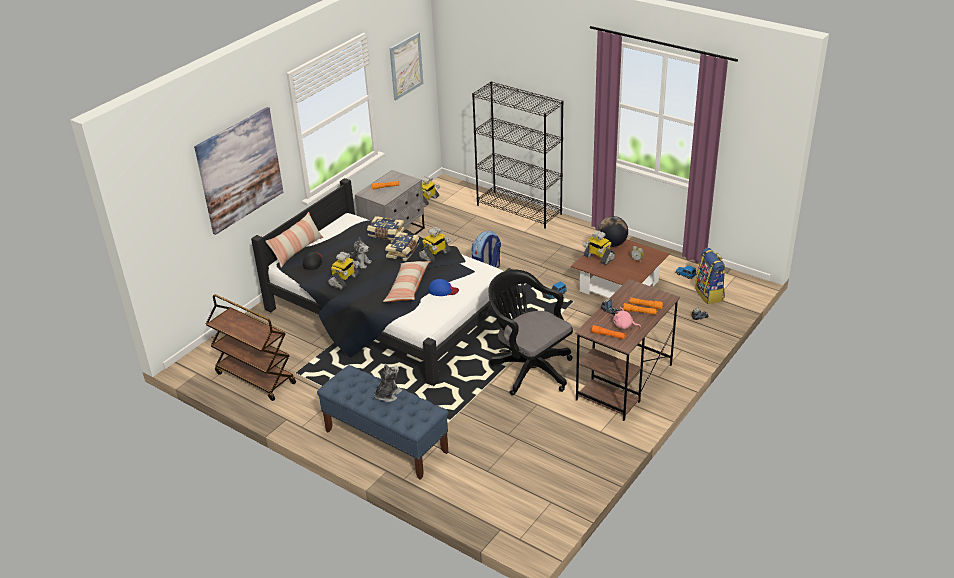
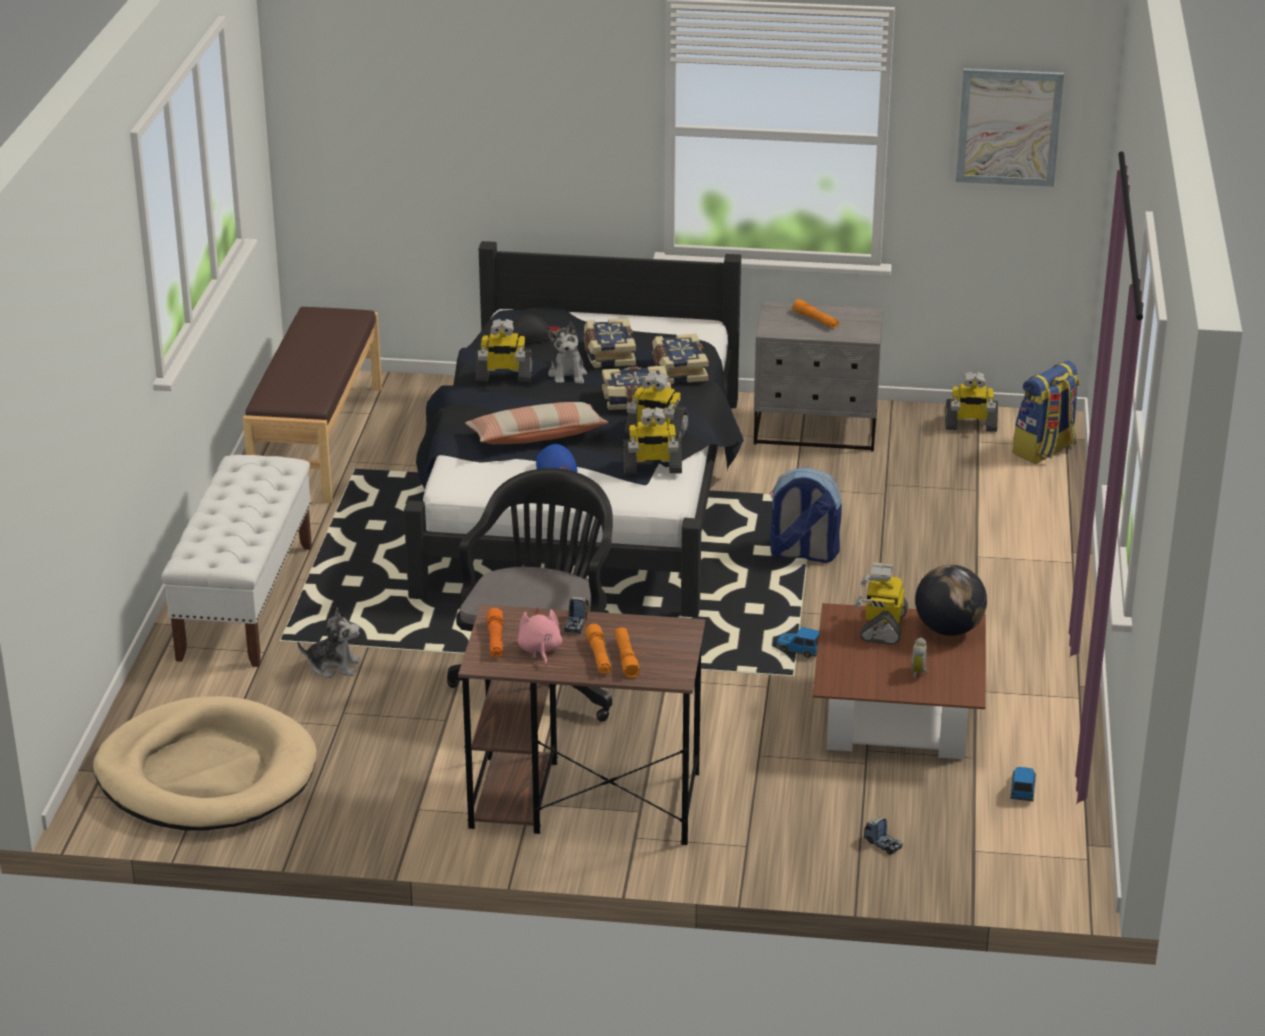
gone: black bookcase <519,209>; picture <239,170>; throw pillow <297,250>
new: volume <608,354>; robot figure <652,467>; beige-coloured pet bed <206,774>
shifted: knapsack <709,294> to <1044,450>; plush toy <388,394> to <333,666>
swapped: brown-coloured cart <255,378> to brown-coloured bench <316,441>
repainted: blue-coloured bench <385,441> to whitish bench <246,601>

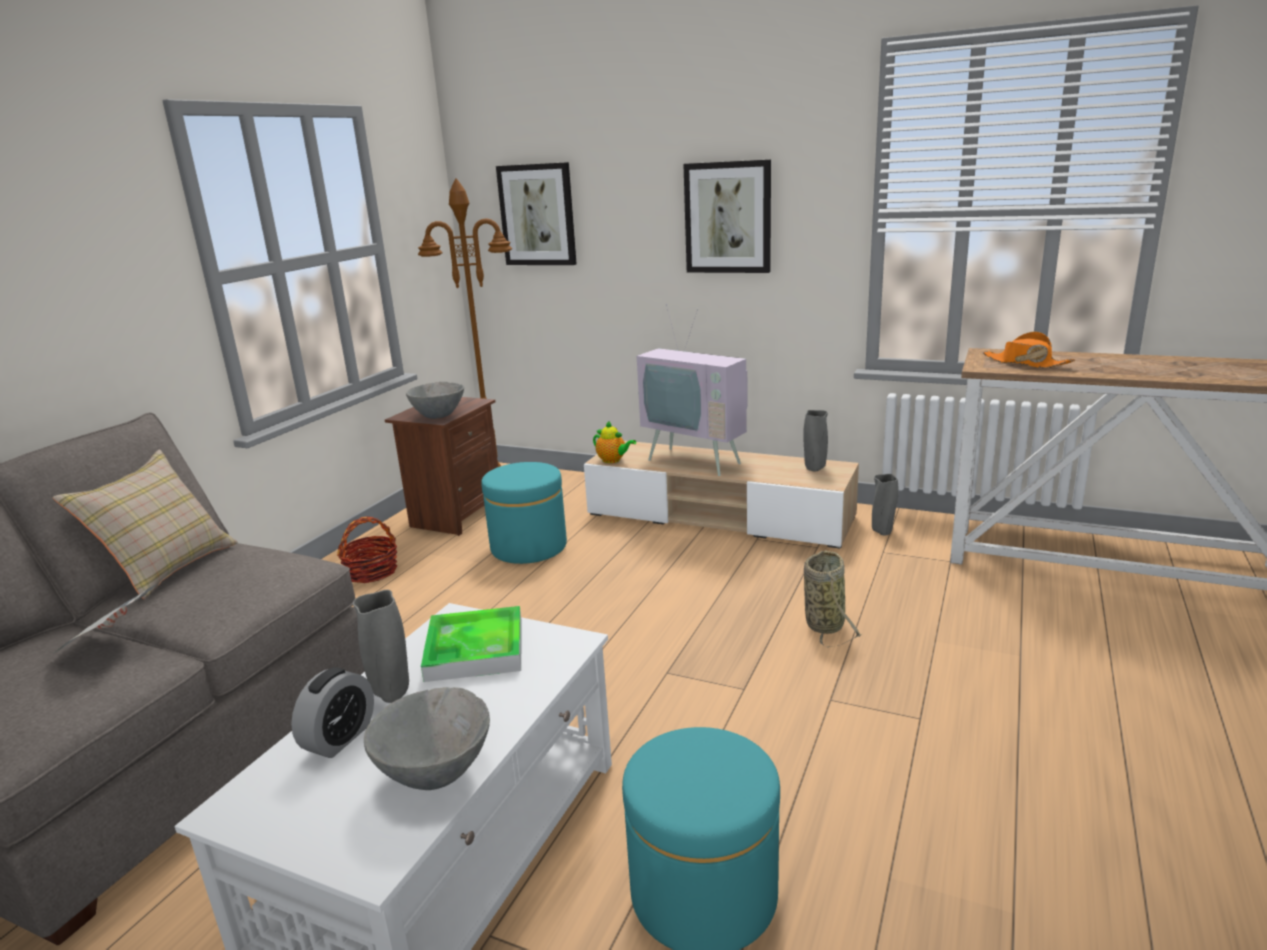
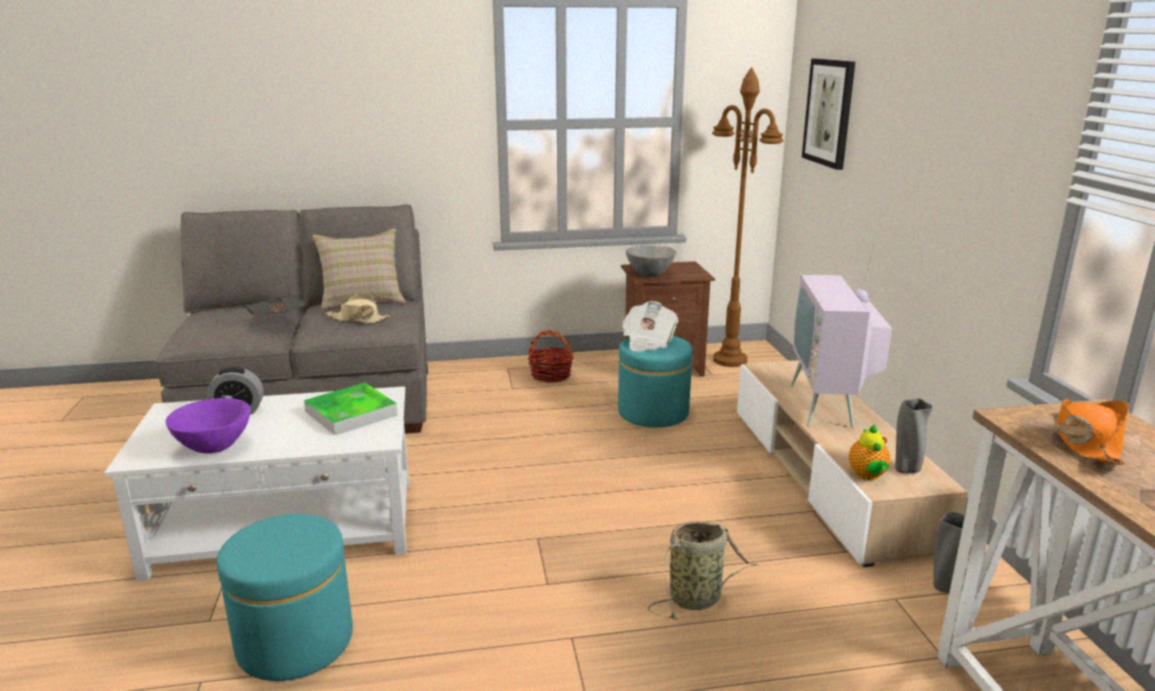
gone: picture <728,217>; grey vase <392,693>
new: beige-coloured hat <360,319>; printed paper <647,342>
shifted: teapot <613,460> to <868,475>
repainted: grey bowl <436,774> to purple bowl <214,448>

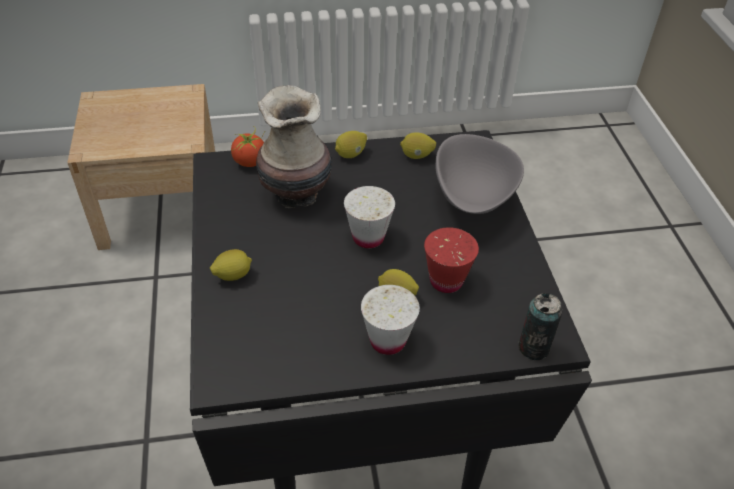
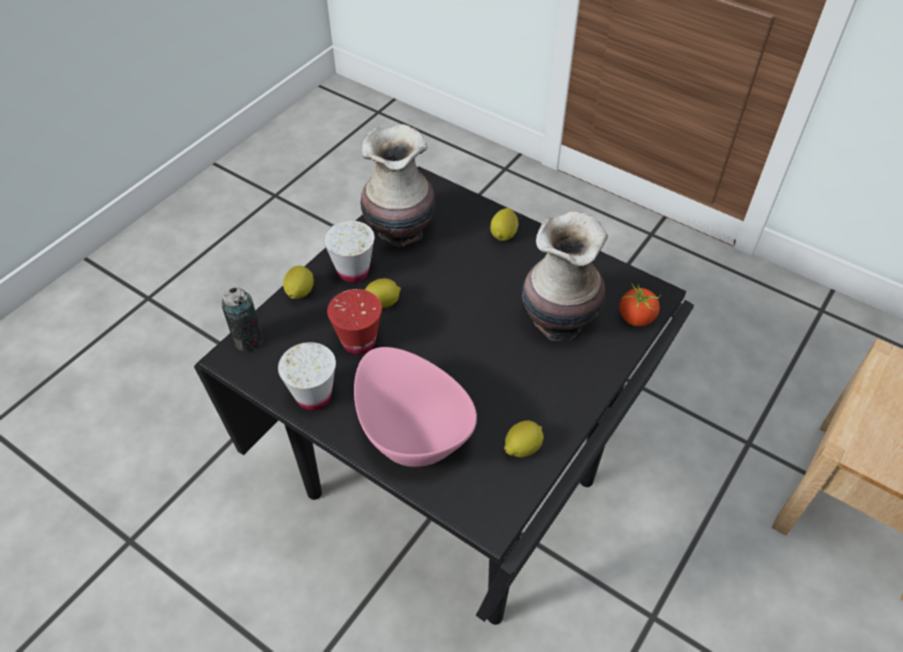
new: vase <400,231>
shifted: whole lemon <351,154> to <299,292>; whitish small cup <368,237> to <314,396>
repainted: grey bowl <471,204> to pink bowl <412,431>

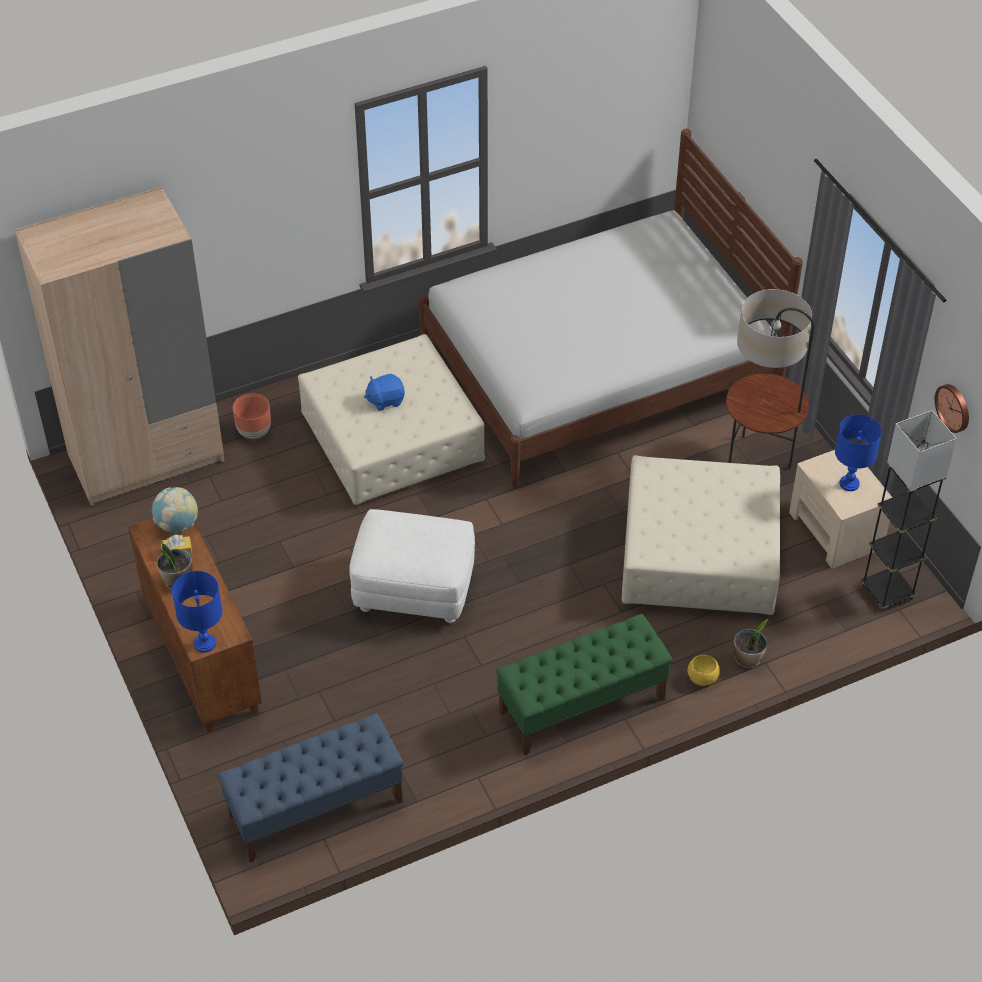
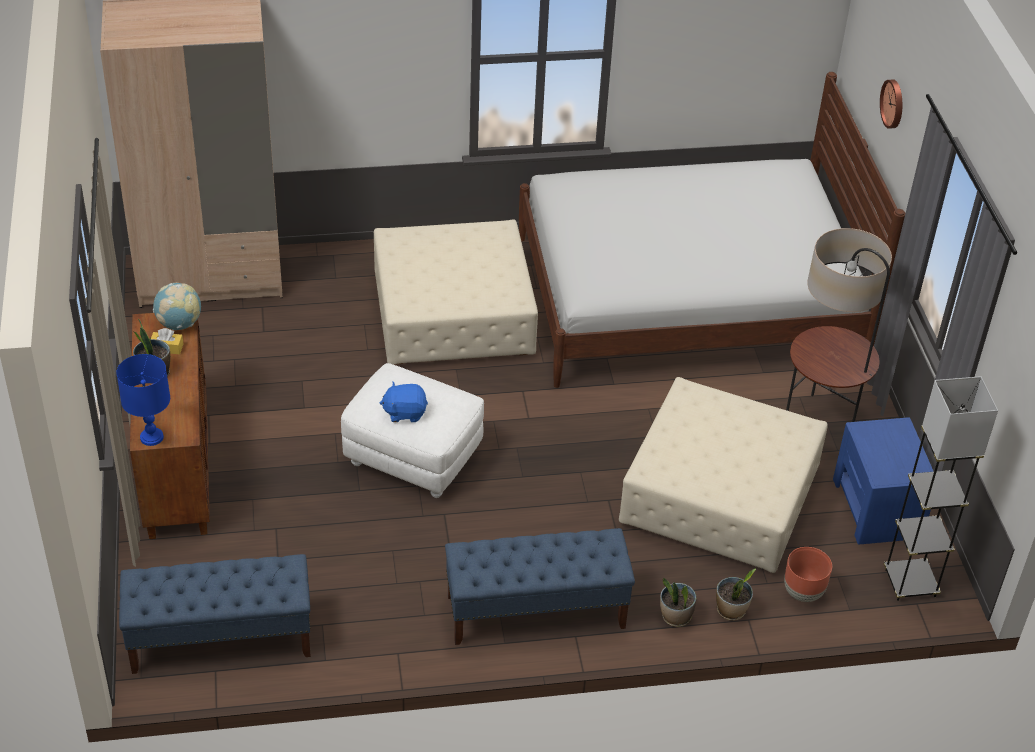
gone: blue-coloured lamp for a table <849,484>
shifted: blue-coloured plush toy <385,400> to <405,412>; hanging clock <954,407> to <893,103>; brown-coloured flower pot <254,432> to <803,592>
swapped: yellowish bowl <703,677> to plant in a pot <675,617>
repainted: beige-coloured night table <836,530> to blue-coloured night table <877,508>; greenish bench <581,706> to blue-coloured bench <535,612>

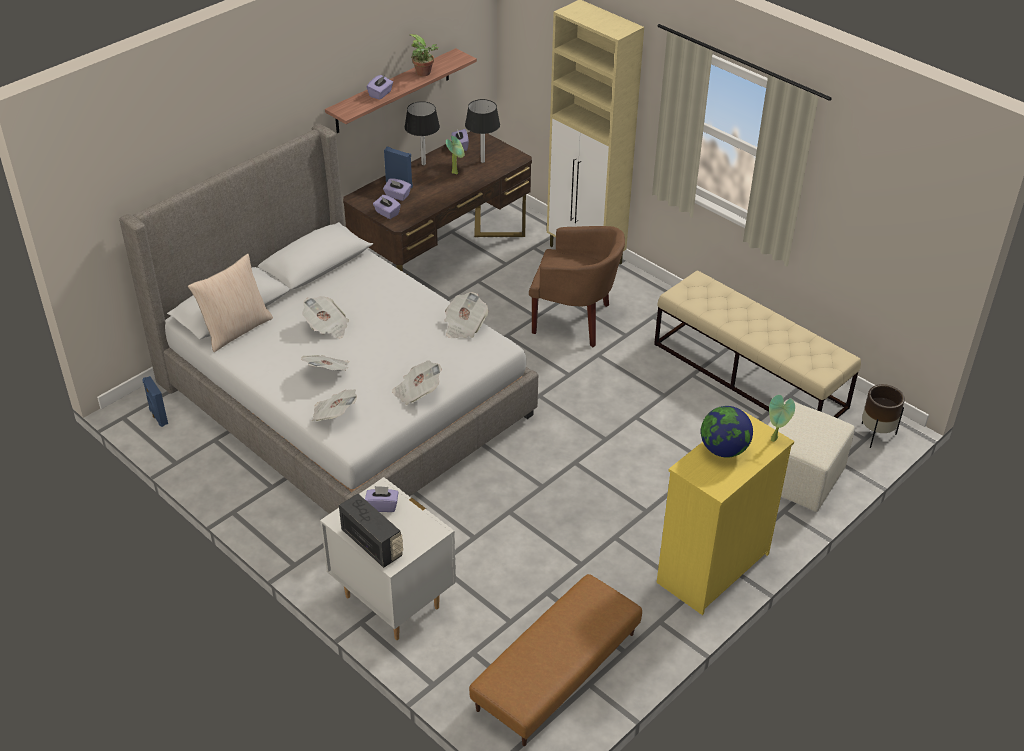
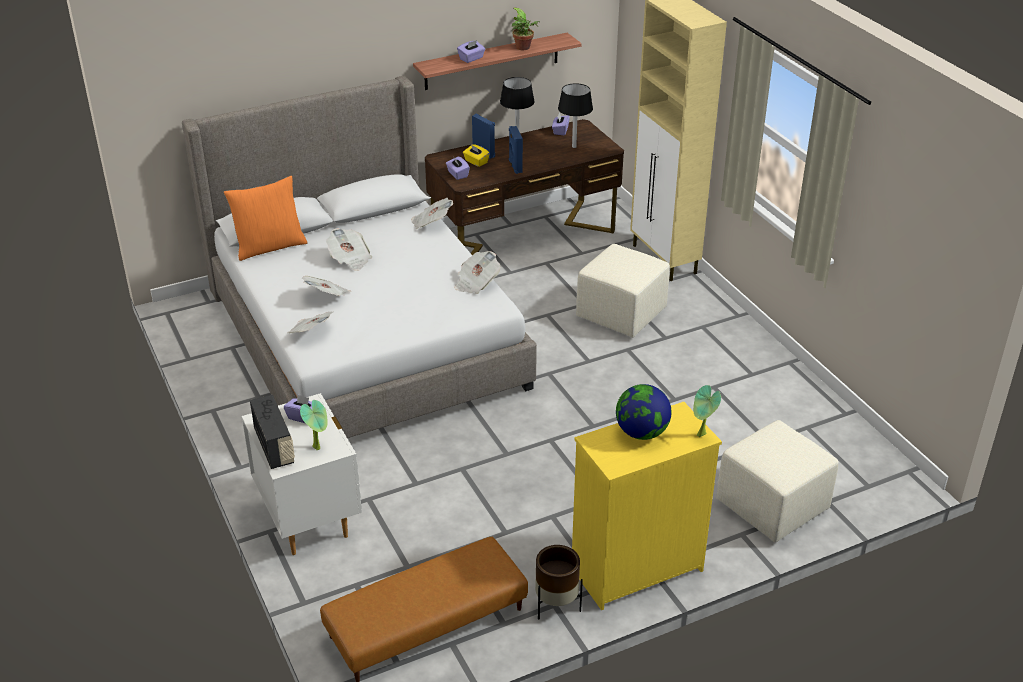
gone: beige-coloured bench <749,375>
shifted: plant in a pot <456,172> to <318,447>; printed paper <417,392> to <431,223>; blue-coloured loudspeaker <158,417> to <515,166>; brown-coloured flower pot <876,435> to <556,606>
swapped: brown-coloured lounge chair <575,321> to beige-coloured footrest <621,315>
repainted: purple tissue holder <397,196> to yellowish tissue holder <476,162>; beige-coloured throw pillow <236,329> to orange-coloured throw pillow <270,246>

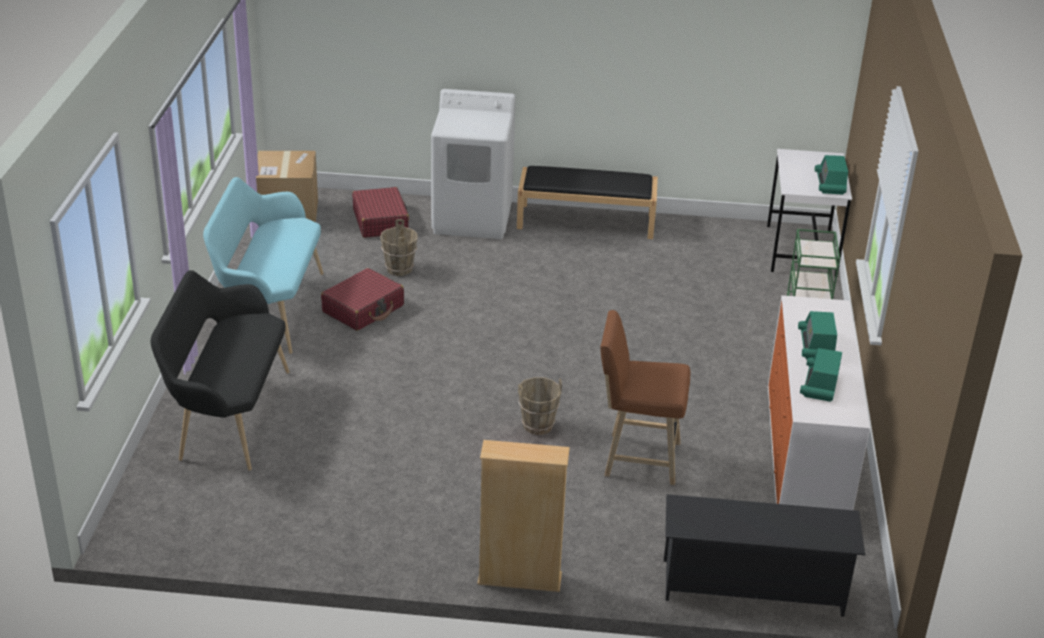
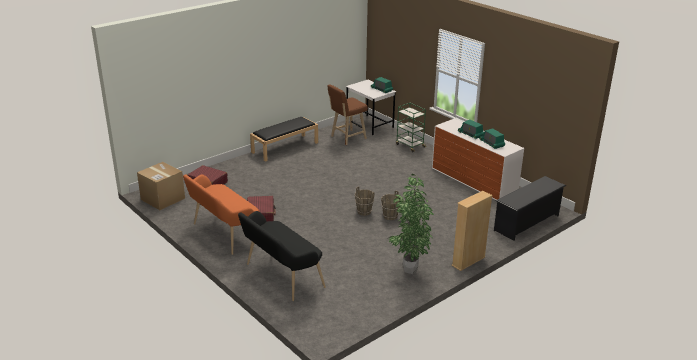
gone: whitish laundry appliance <473,218>
new: plant in a pot <408,270>
shifted: brown-coloured bucket <399,269> to <364,212>; brown-coloured sitting stool <637,458> to <347,138>
repainted: blue-green bench <269,309> to orange-coloured bench <223,234>

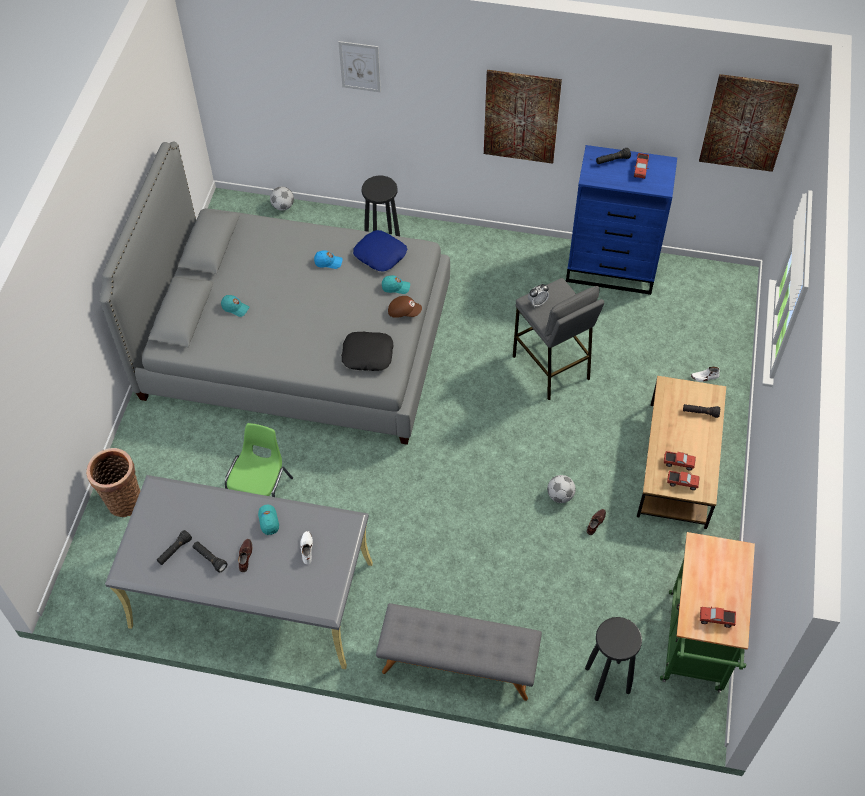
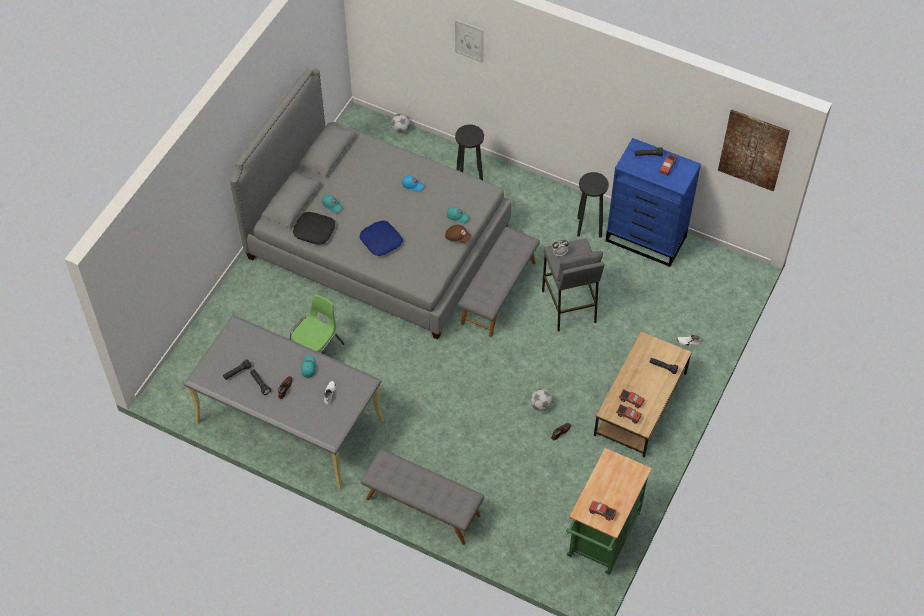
gone: picture <521,116>; household basket <123,500>
new: grey bench <498,292>
shifted: blue-coloured throw pillow <380,254> to <381,241>; black throw pillow <367,354> to <314,230>; black sitting stool <606,680> to <589,227>

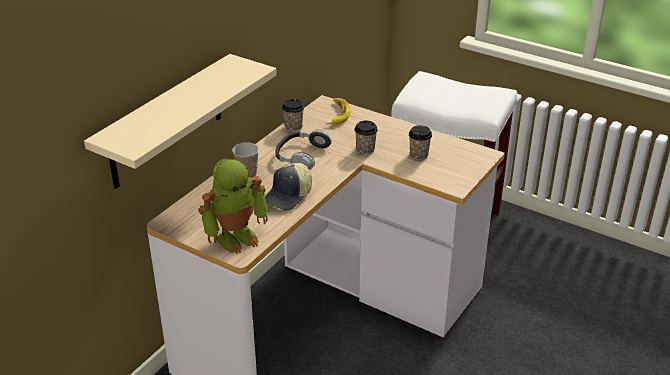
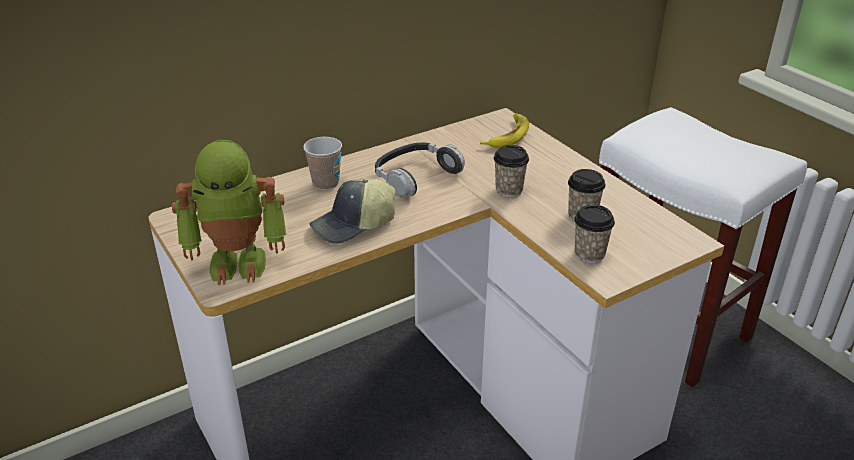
gone: beige-coloured bracket shelf <166,122>
shifted: small cup <293,127> to <589,254>

